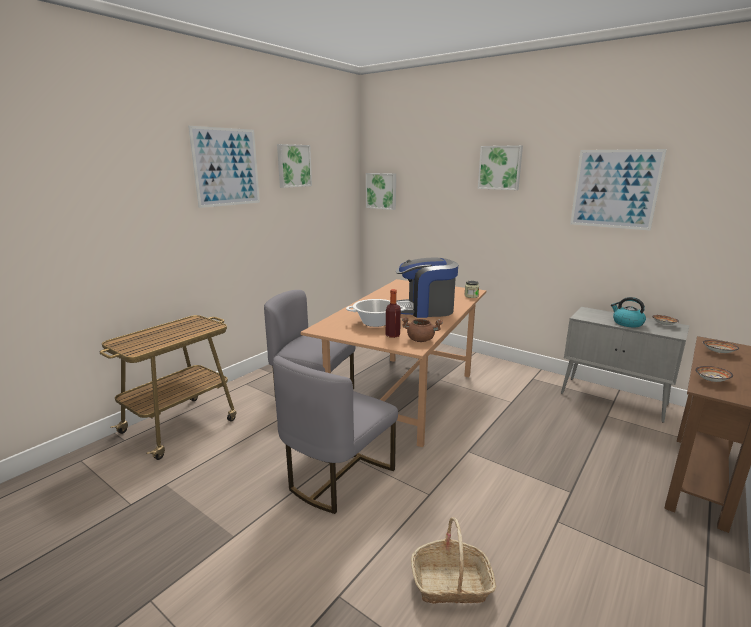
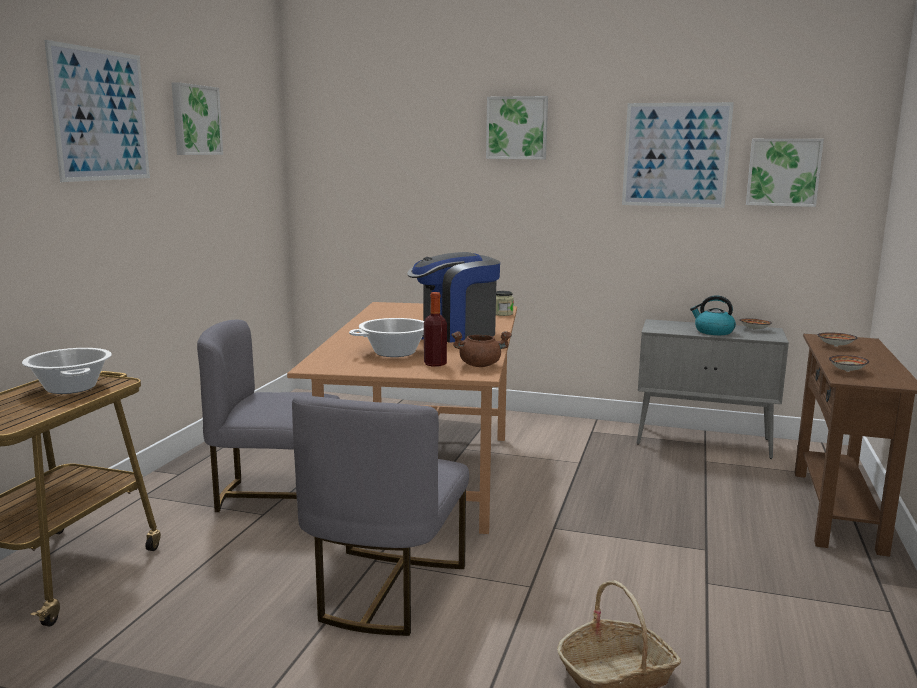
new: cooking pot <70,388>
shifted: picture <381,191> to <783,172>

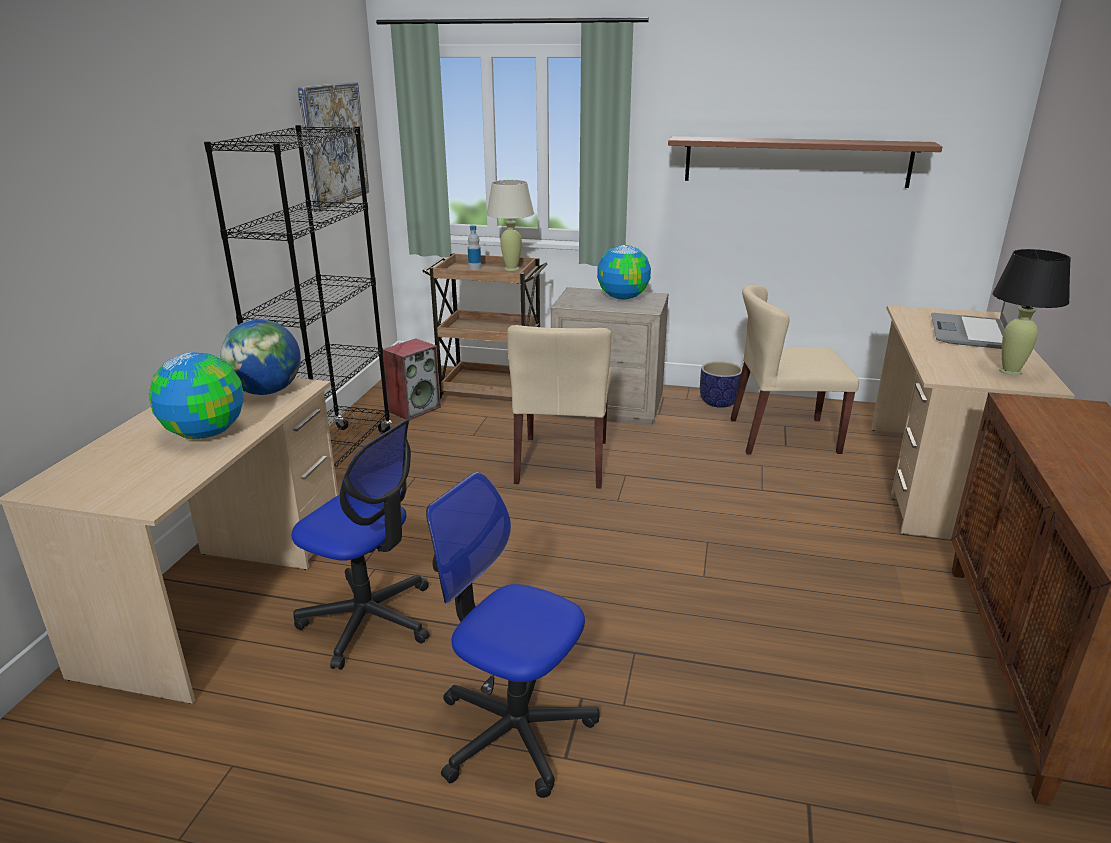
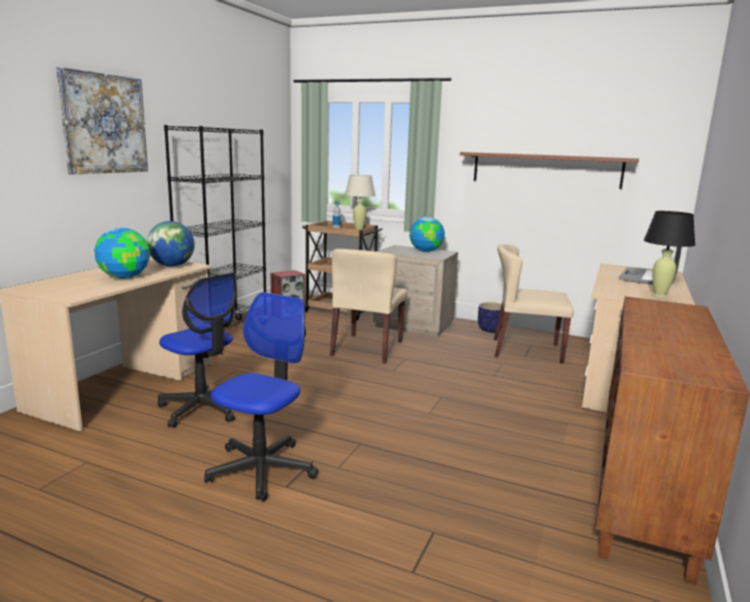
shifted: picture <333,144> to <104,124>
rotated: office chair <514,730> = <261,469> 75 degrees clockwise

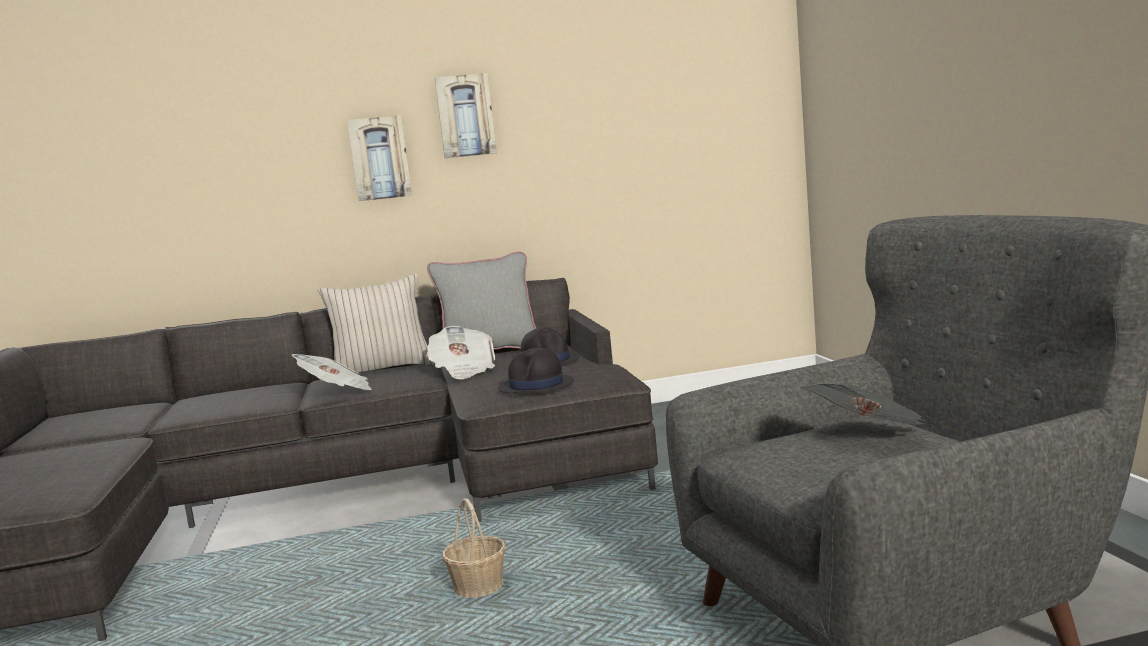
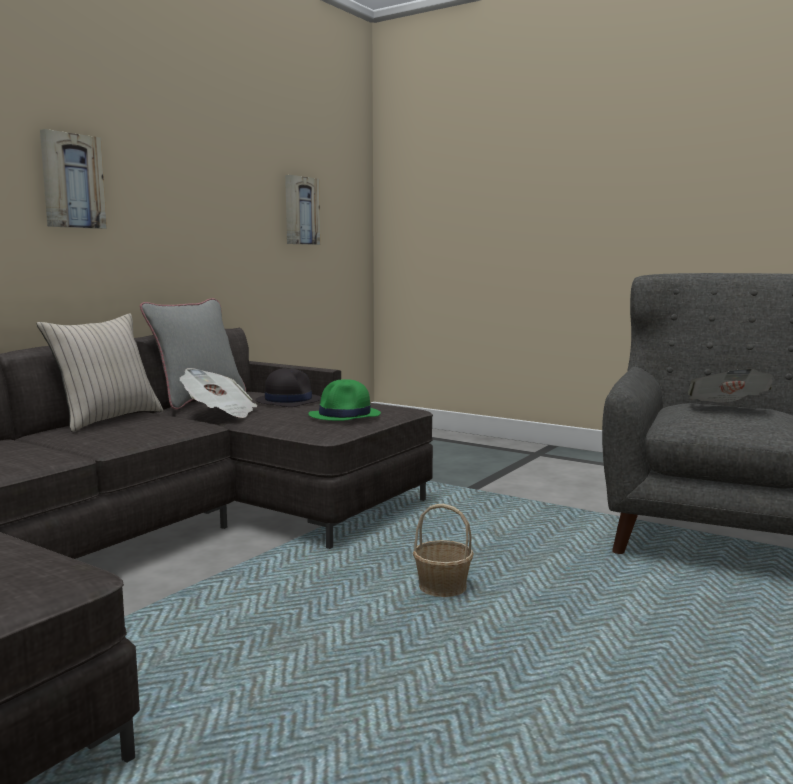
gone: printed paper <337,391>
shifted: picture <465,116> to <300,211>
repainted: black hat <536,386> to greenish hat <345,415>

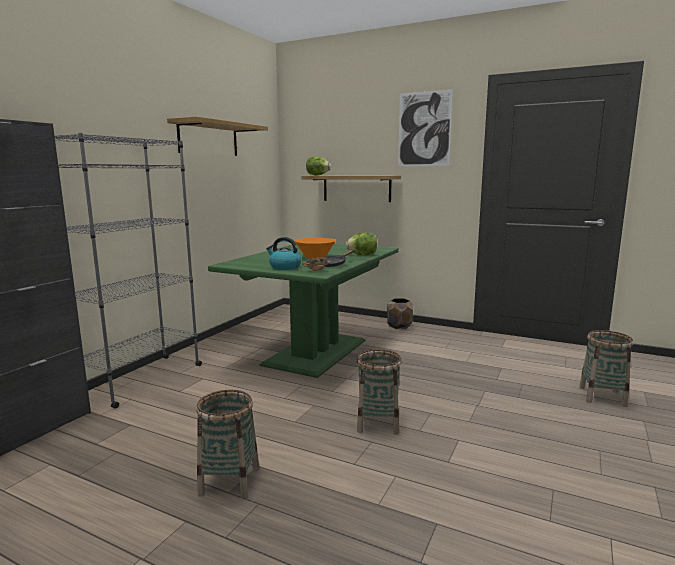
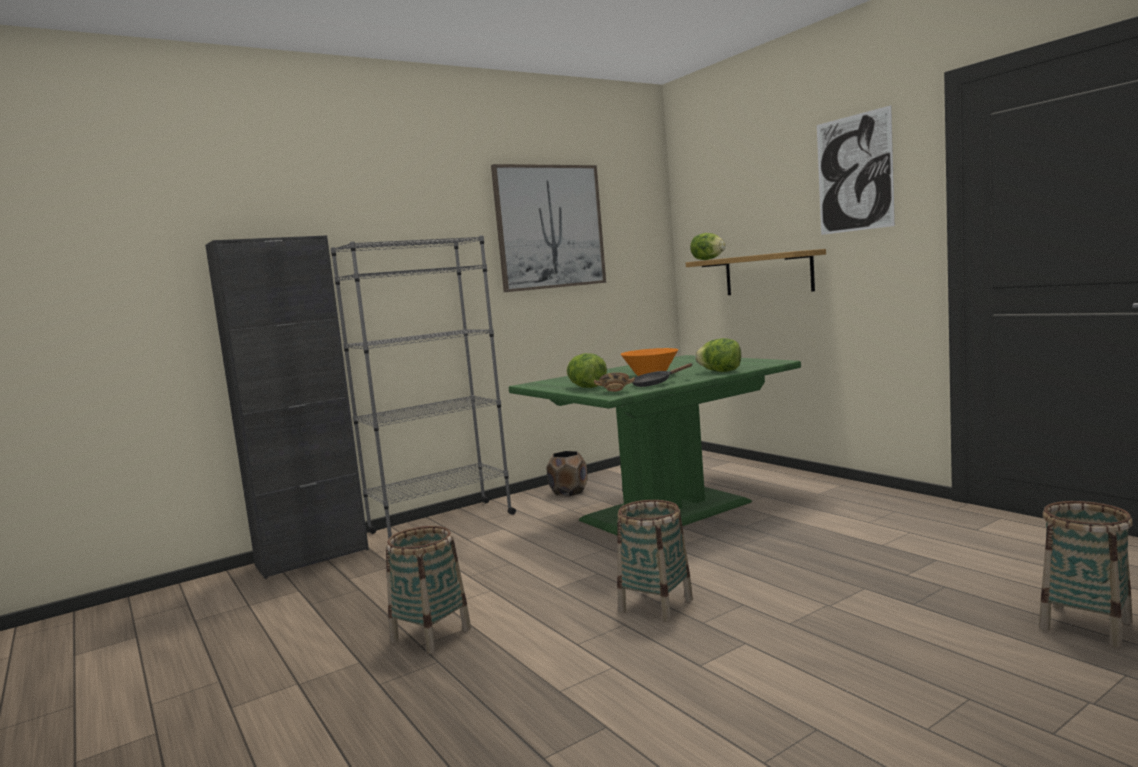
shifted: brown-coloured flower pot <399,326> to <569,492>
swapped: bracket shelf <208,139> to picture <549,227>; kettle <284,267> to lettuce <587,387>

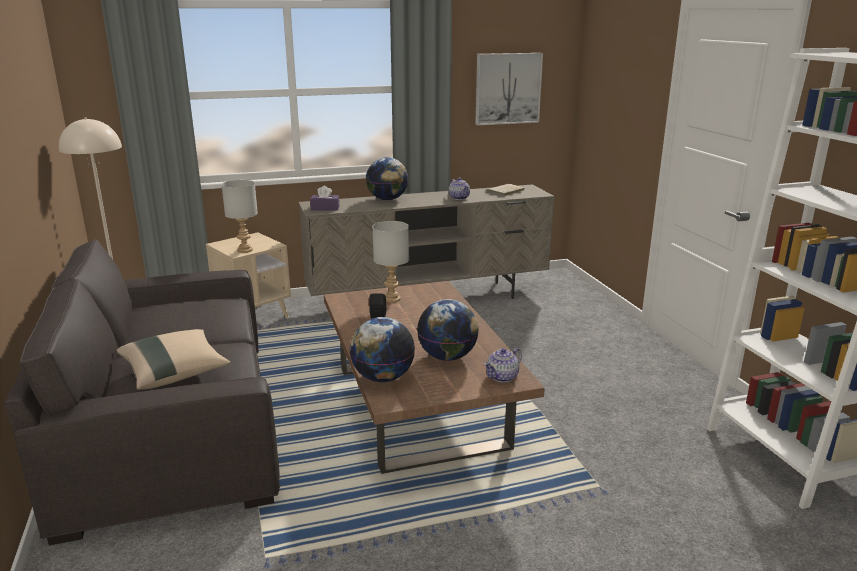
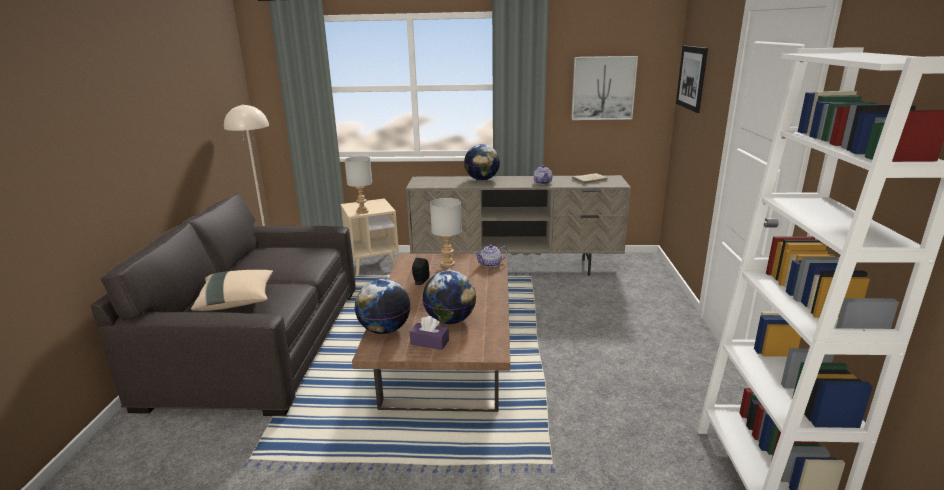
new: picture <691,77>
shifted: purple tissue holder <325,208> to <429,342>; teapot <503,377> to <491,264>

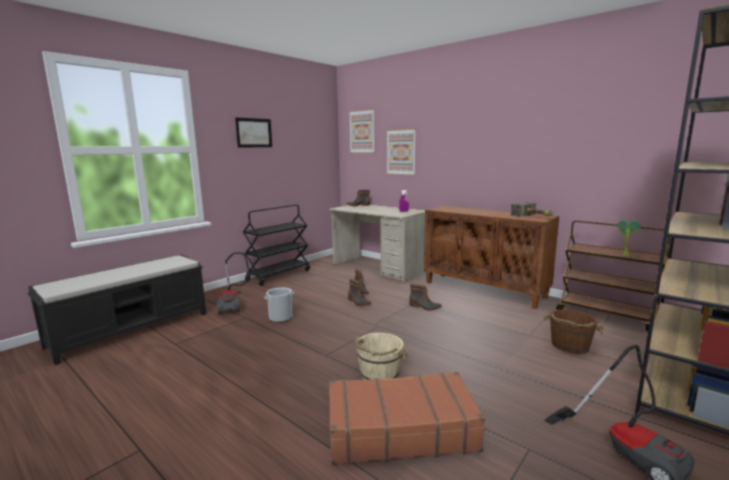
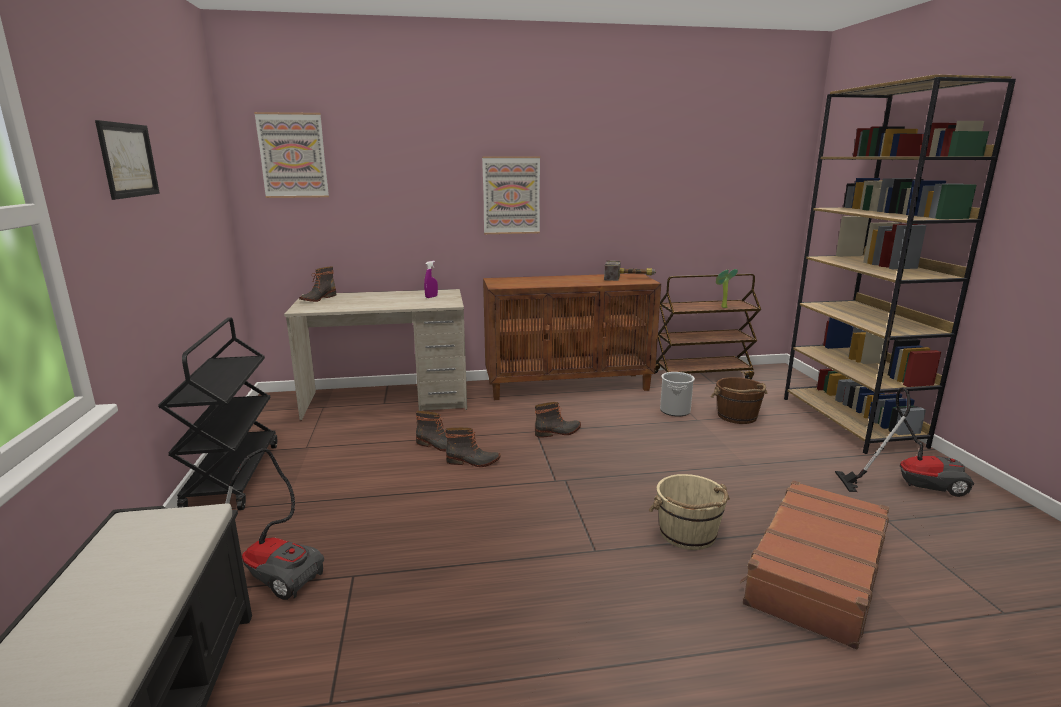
shifted: picture <401,152> to <511,195>; bucket <280,317> to <675,410>

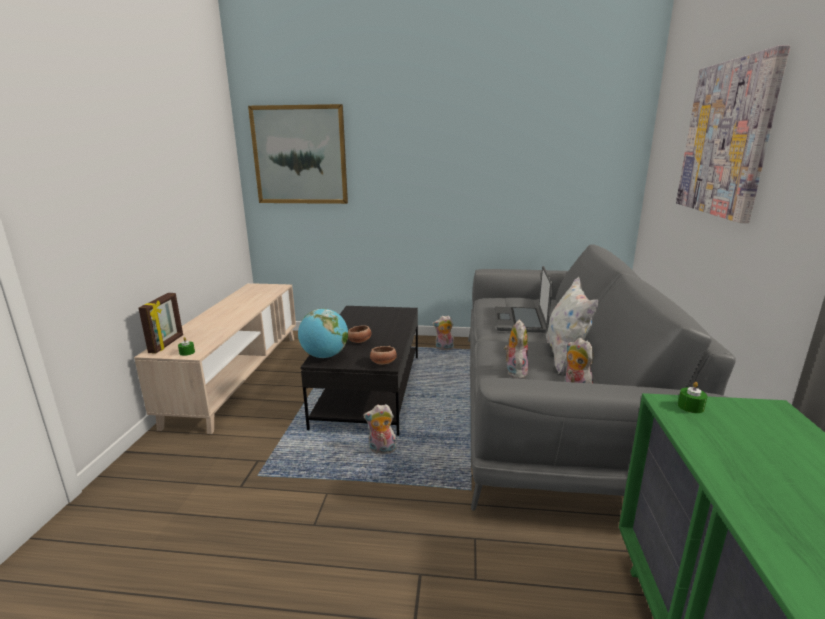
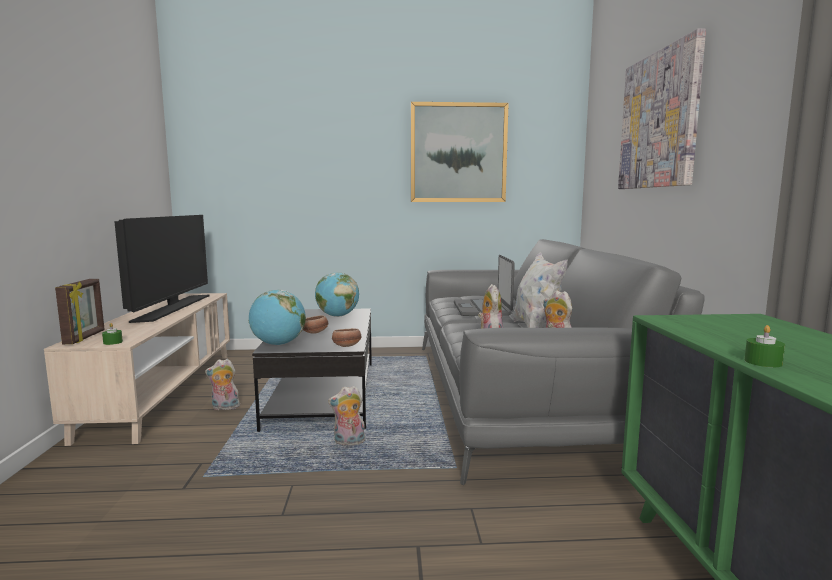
new: TV set <173,308>; world globe <337,316>
shifted: picture <300,155> to <458,153>; plush toy <444,348> to <224,408>; greenish wax light <690,407> to <763,362>

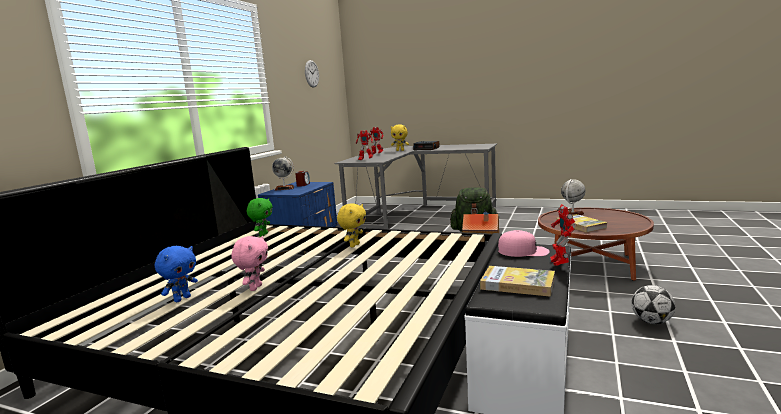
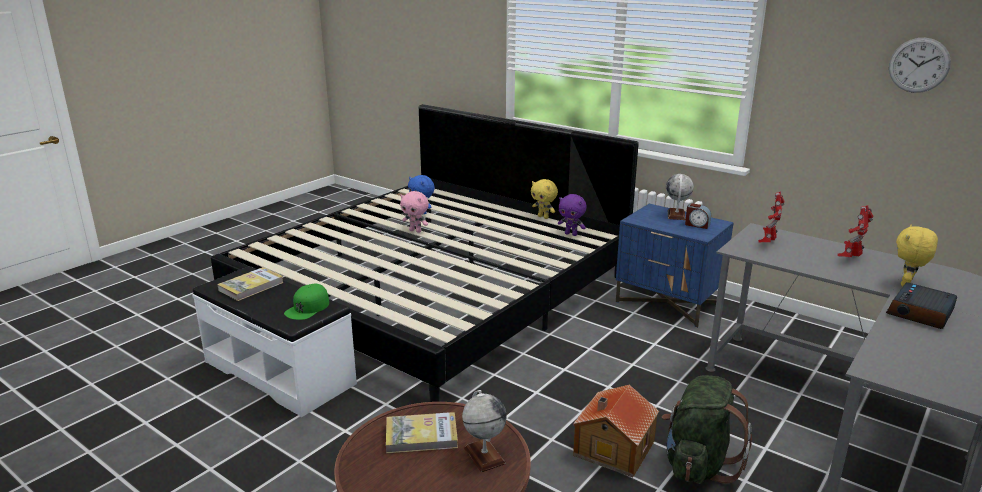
gone: robot figure <559,264>; football ball <651,322>
shifted: yellowish plush toy <354,245> to <543,217>
repainted: greenish plush toy <263,235> to purple plush toy <571,234>; pink cap <523,251> to greenish cap <307,308>

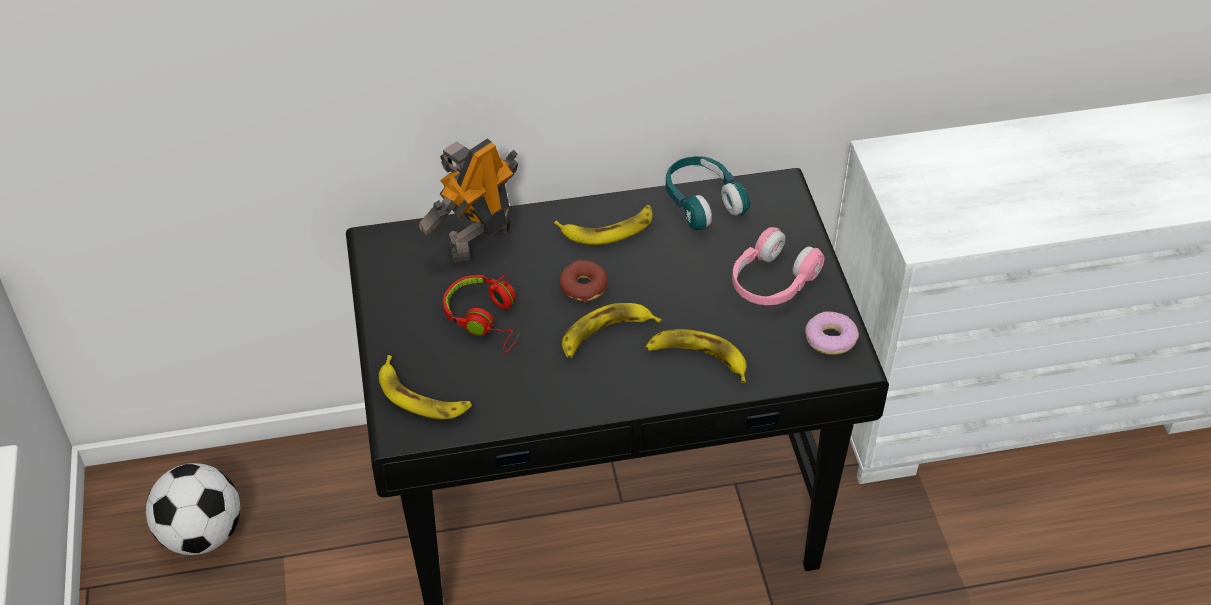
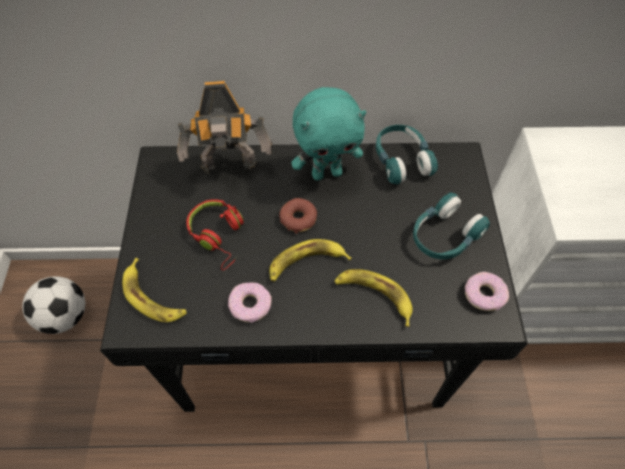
new: donut <250,305>
swapped: banana fruit <608,229> to blue-green plush toy <327,173>
repainted: pink headphones <771,282> to blue-green headphones <444,236>
rotated: robot figure <478,240> = <230,168> 150 degrees counterclockwise

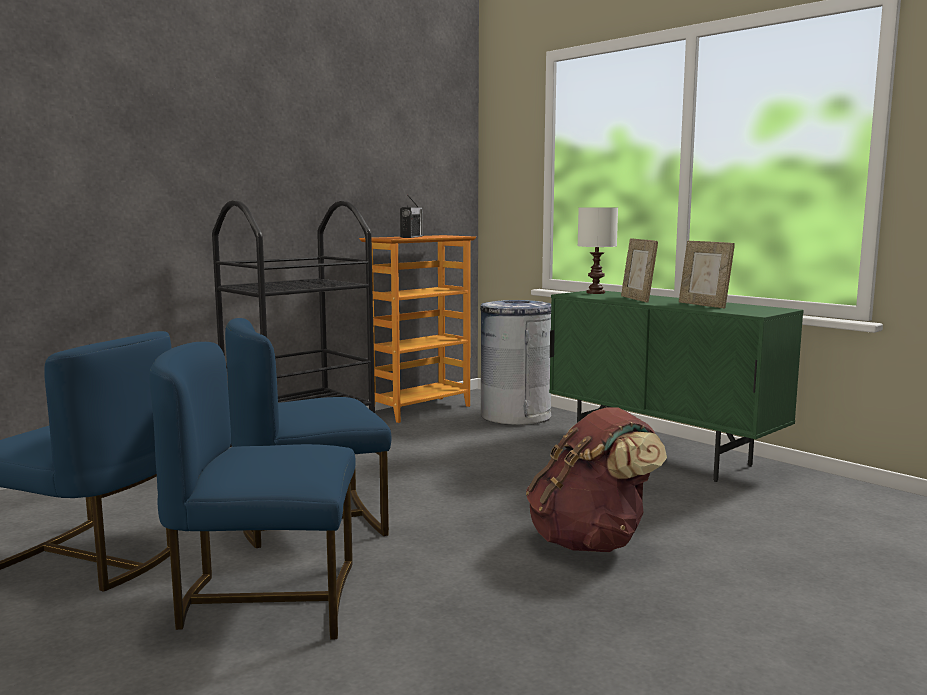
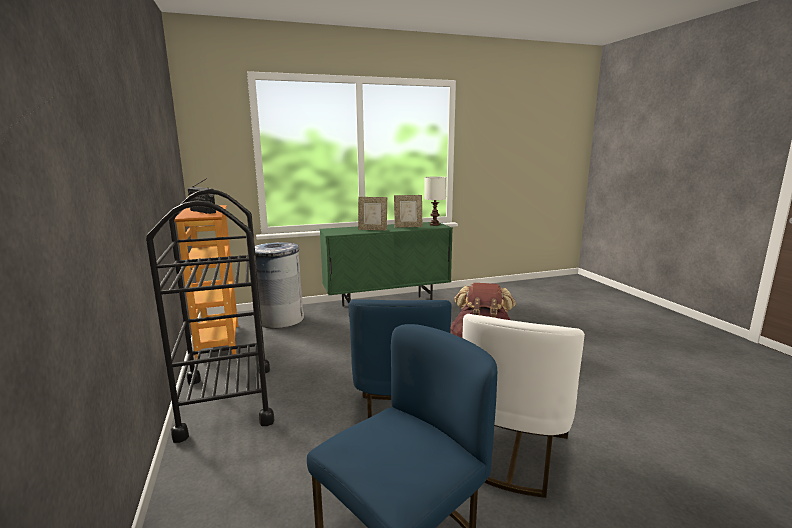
shifted: whitish lamp for a table <596,293> to <435,224>
repainted: blue-coloured chair <267,600> to whitish chair <514,454>

